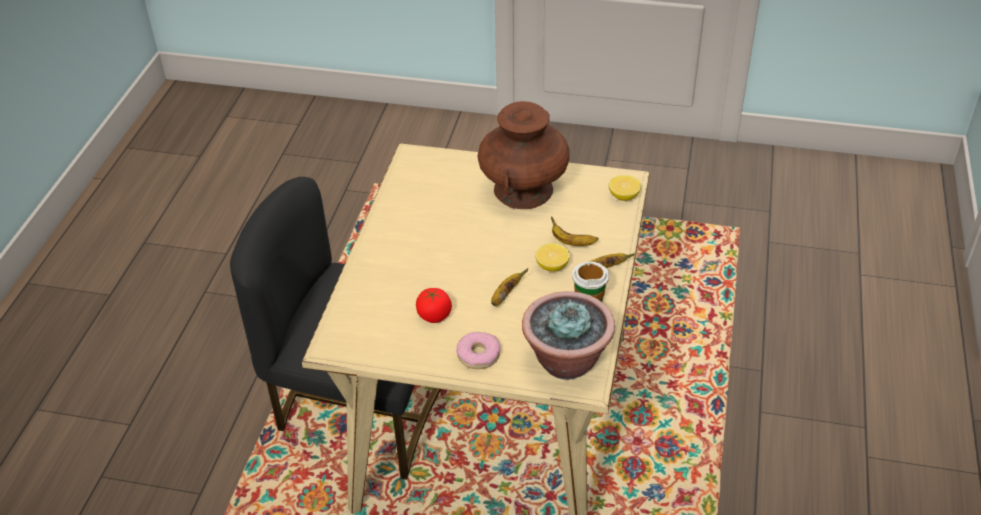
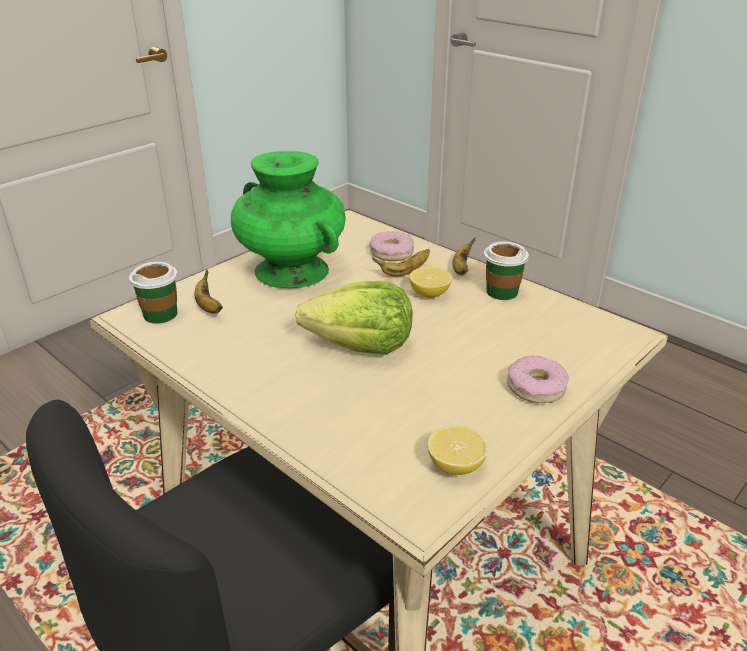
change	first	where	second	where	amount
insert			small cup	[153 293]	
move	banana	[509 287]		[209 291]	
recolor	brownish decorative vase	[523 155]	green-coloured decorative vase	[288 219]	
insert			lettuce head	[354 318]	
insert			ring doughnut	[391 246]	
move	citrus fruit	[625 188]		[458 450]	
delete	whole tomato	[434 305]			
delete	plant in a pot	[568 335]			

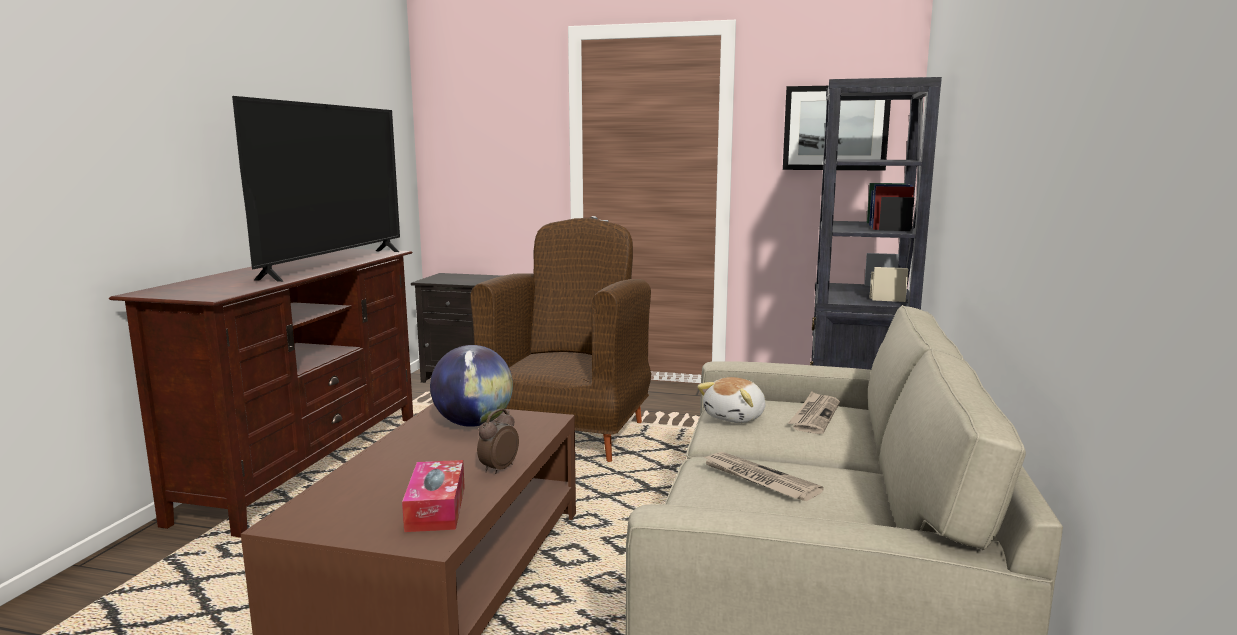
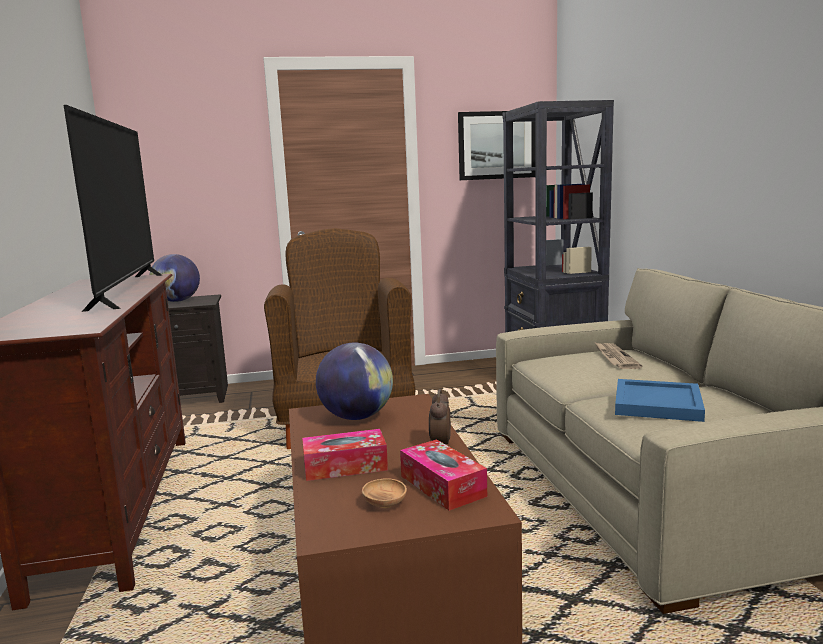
change	first	where	second	where	amount
insert			desk globe	[174 278]	
insert			tissue holder	[345 455]	
insert			brownish bowl	[384 493]	
replace	newspaper	[763 476]	blue tray	[660 400]	
delete	soft toy	[731 400]			

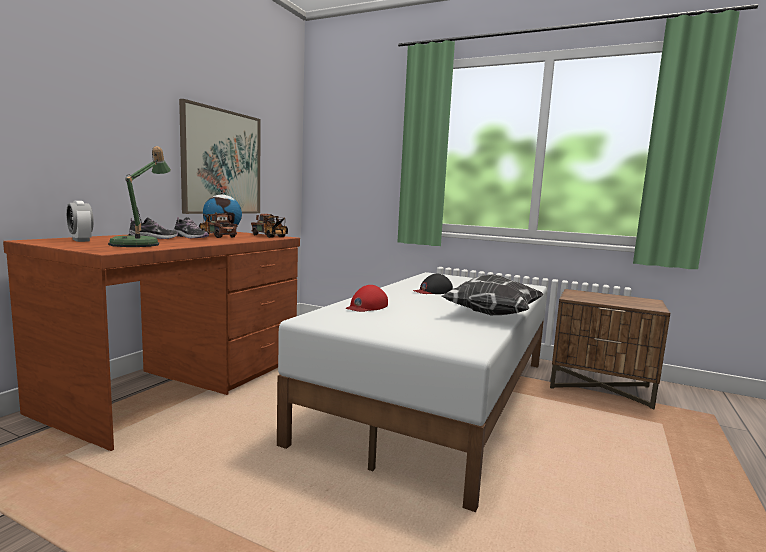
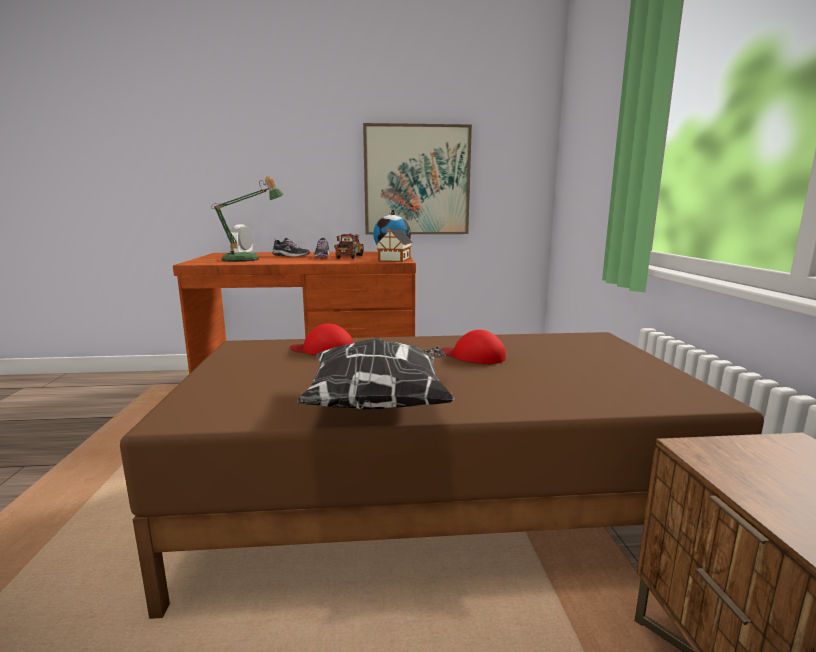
change	first	where	second	where	amount
recolor	white-coloured bedroom bed	[412 392]	brownish bedroom bed	[442 475]	
replace	model truck	[269 226]	toy house	[394 244]	
recolor	blackish baseball cap	[433 284]	reddish baseball cap	[473 347]	

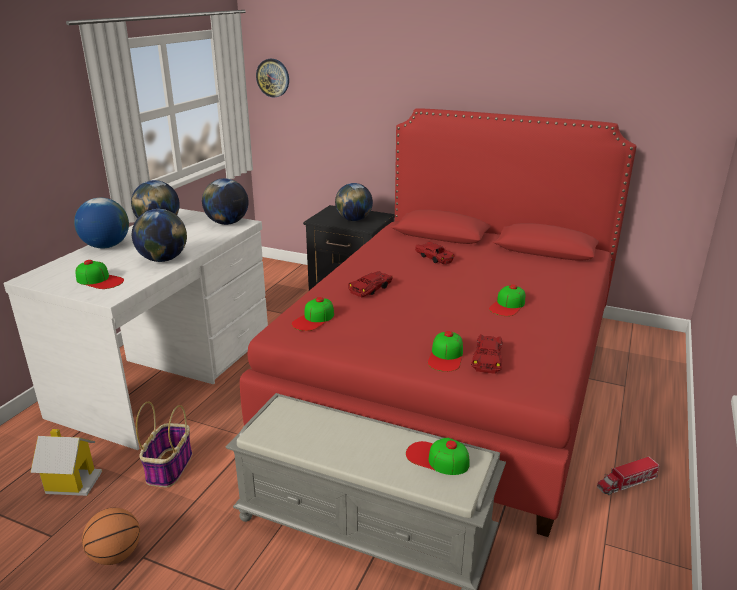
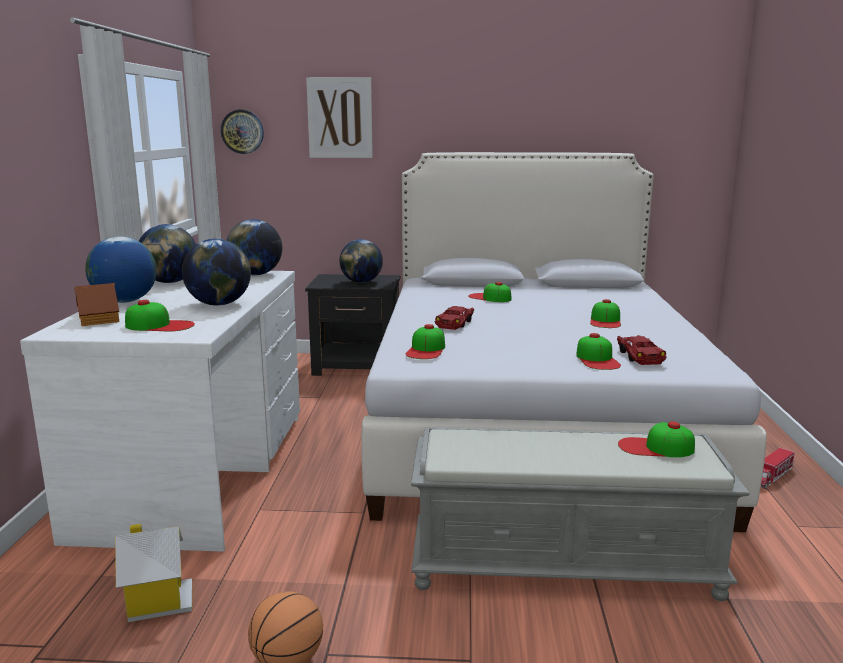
change	first	where	second	where	amount
insert			toy house	[96 304]	
insert			picture	[339 117]	
recolor	reddish bedroom bed	[438 322]	white-coloured bedroom bed	[564 342]	
replace	reddish model car	[435 252]	baseball cap	[490 292]	
delete	household basket	[164 444]			

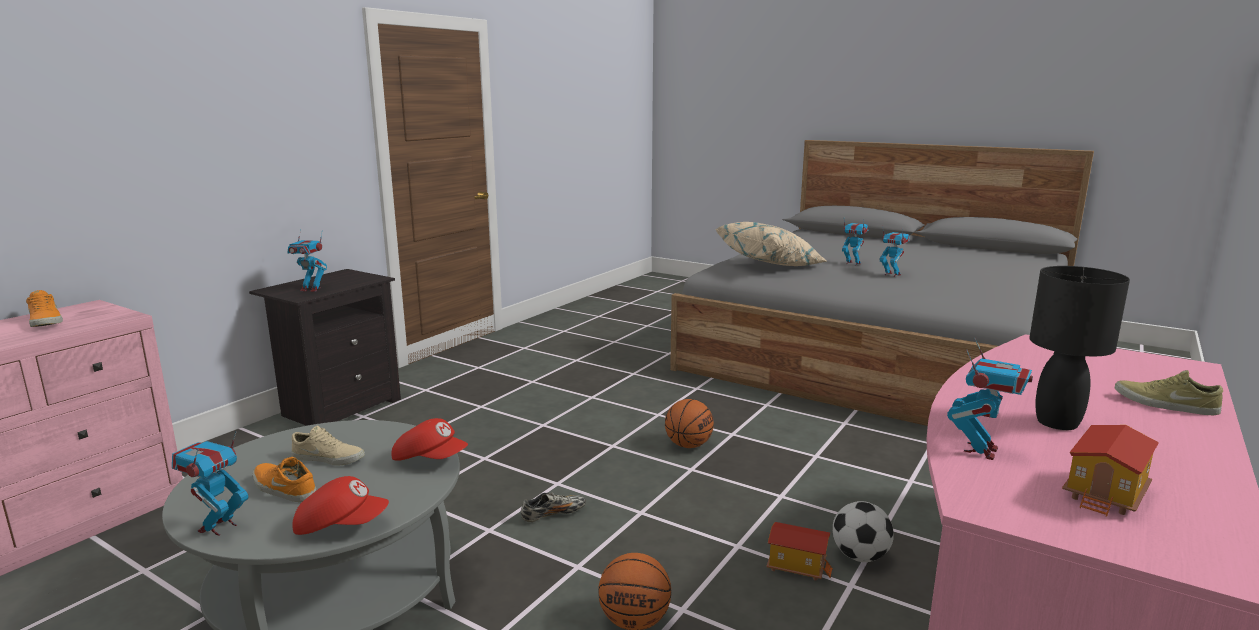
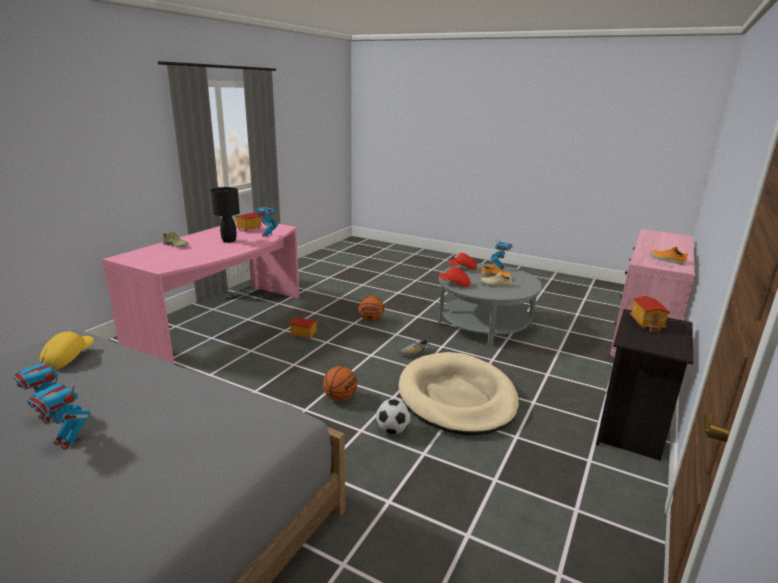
change	first	where	second	where	amount
insert			yellow-coloured baseball cap	[67 350]	
move	football ball	[863 531]		[393 416]	
insert			sand-coloured dog cushion	[459 393]	
replace	model robot	[307 260]	toy house	[650 313]	
delete	sand-coloured pillow	[772 244]			

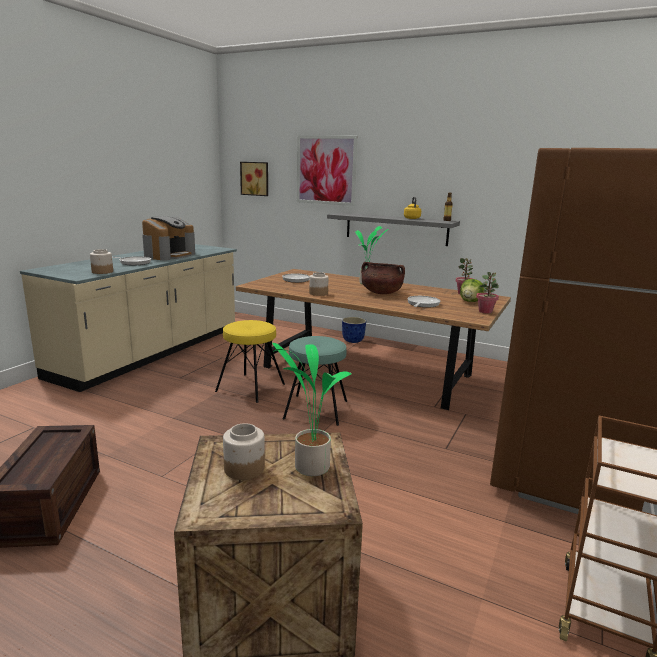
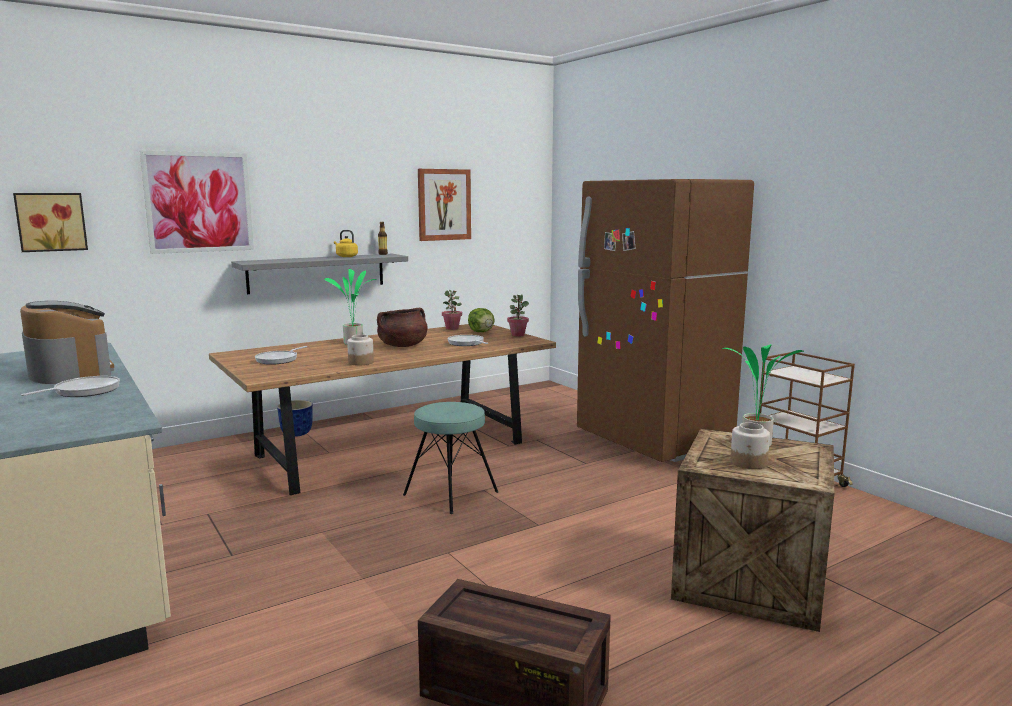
change	first	where	second	where	amount
insert			picture	[444 205]	
delete	jar	[101 261]			
delete	yellow-coloured sitting stool	[250 361]			

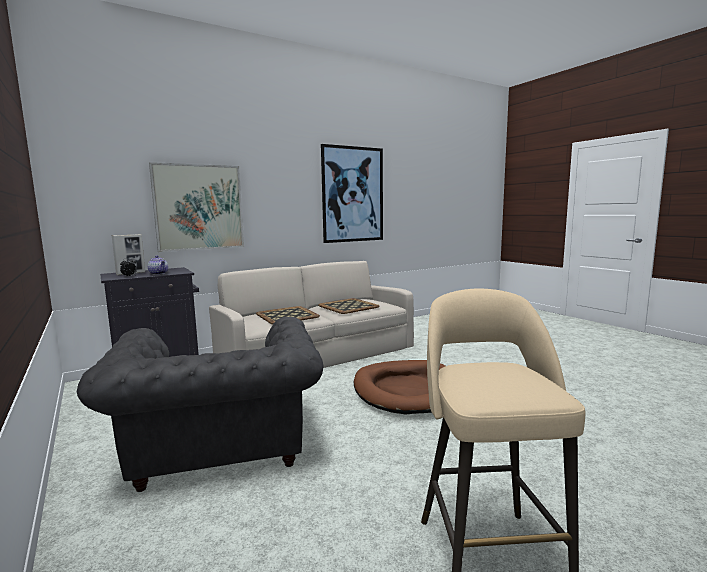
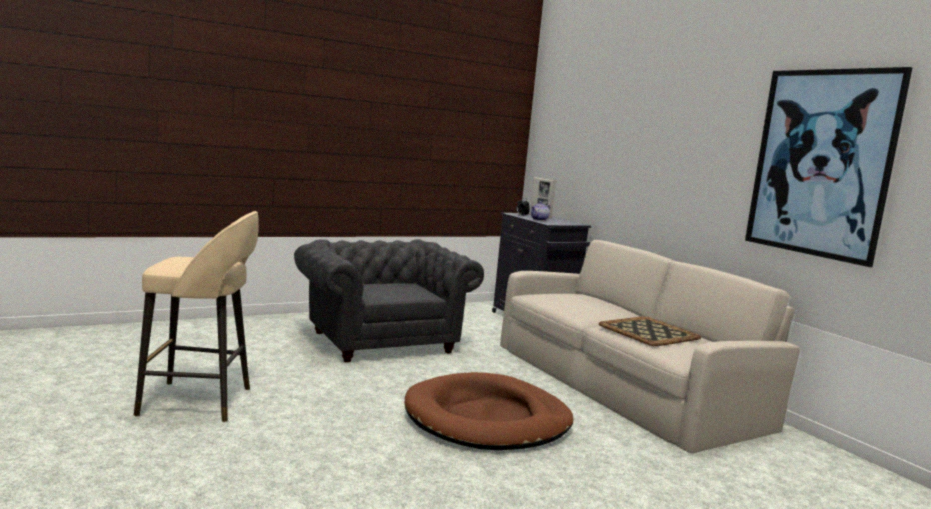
change	first	where	second	where	amount
rotate	grey armchair	[200 404]		[389 300]	75 degrees clockwise
delete	picture	[196 207]			
delete	tray	[288 315]			

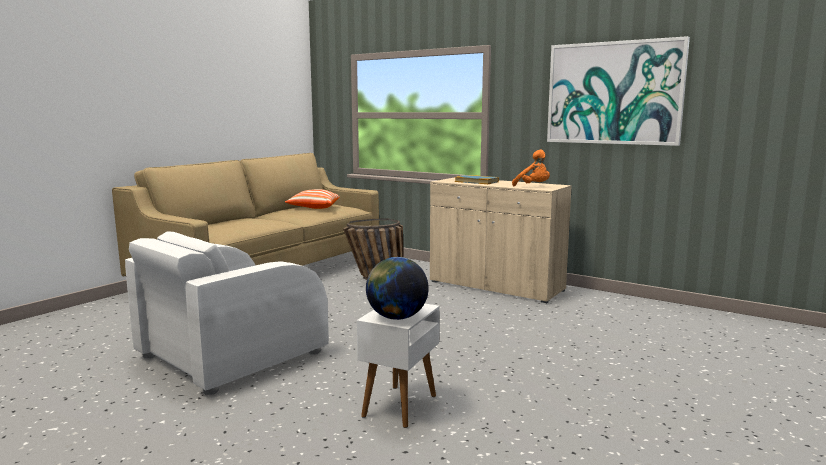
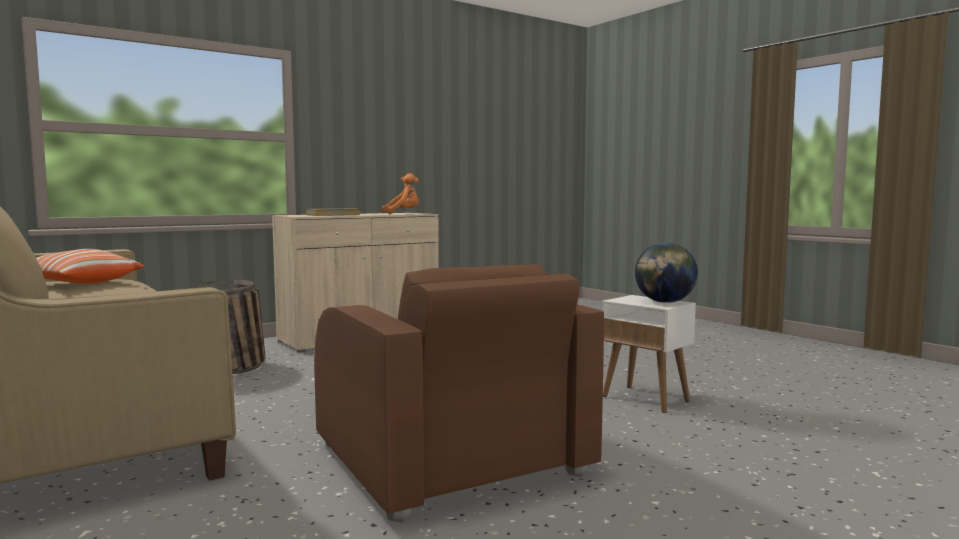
change	first	where	second	where	amount
recolor	white-coloured armchair	[227 313]	brownish armchair	[459 393]	
delete	picture	[618 91]			

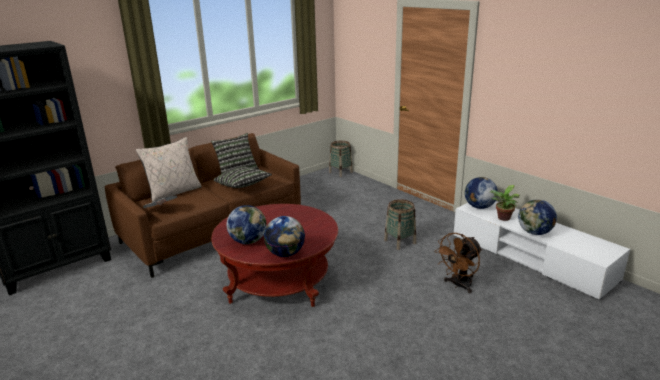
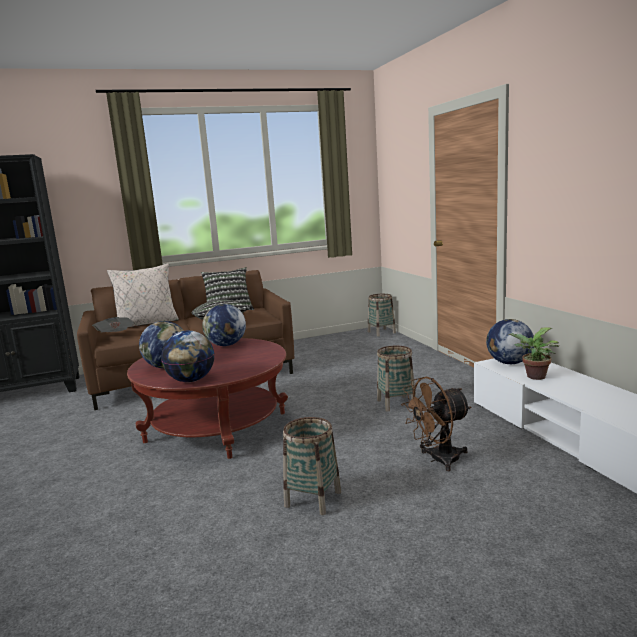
change	first	where	second	where	amount
move	desk globe	[537 217]		[224 325]	
insert			household basket	[312 466]	

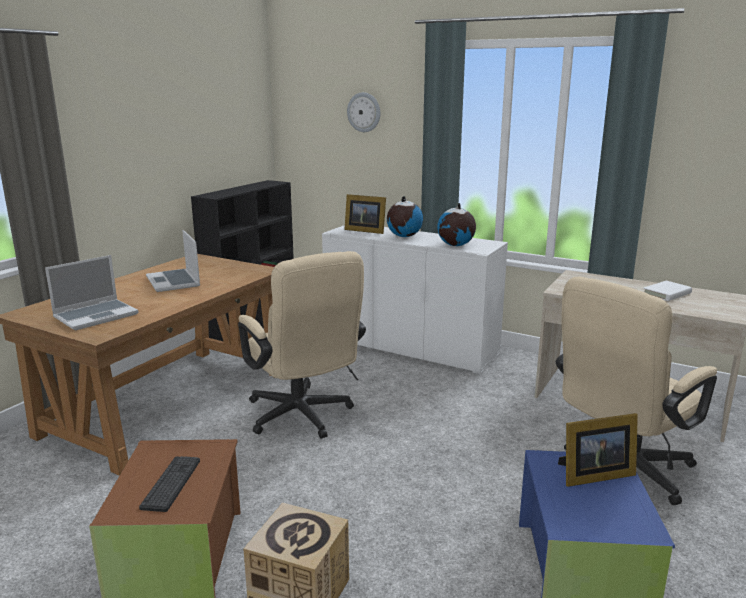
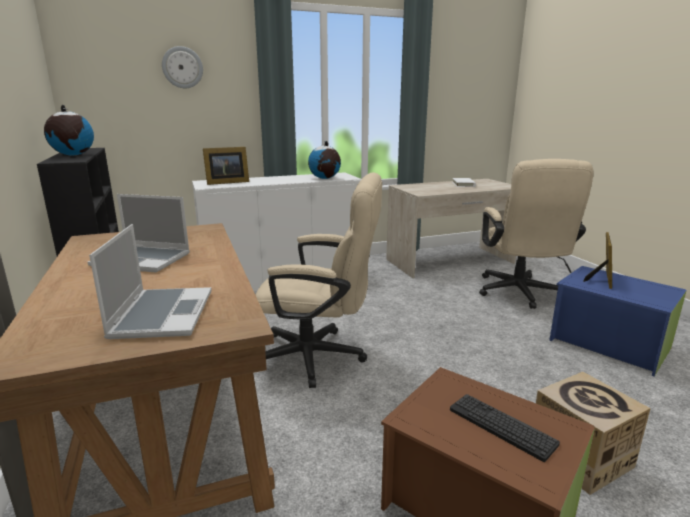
change	first	where	second	where	amount
move	desk globe	[405 216]		[69 130]	

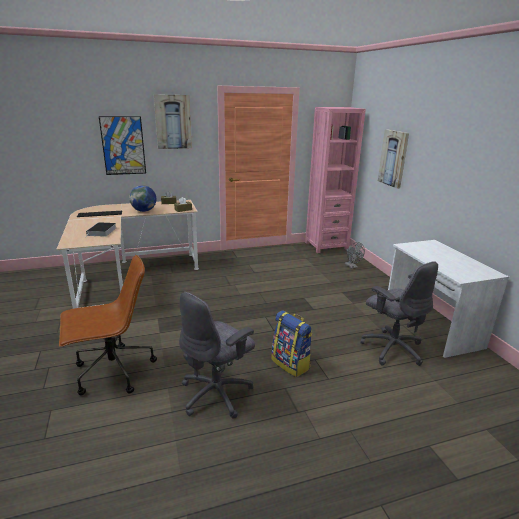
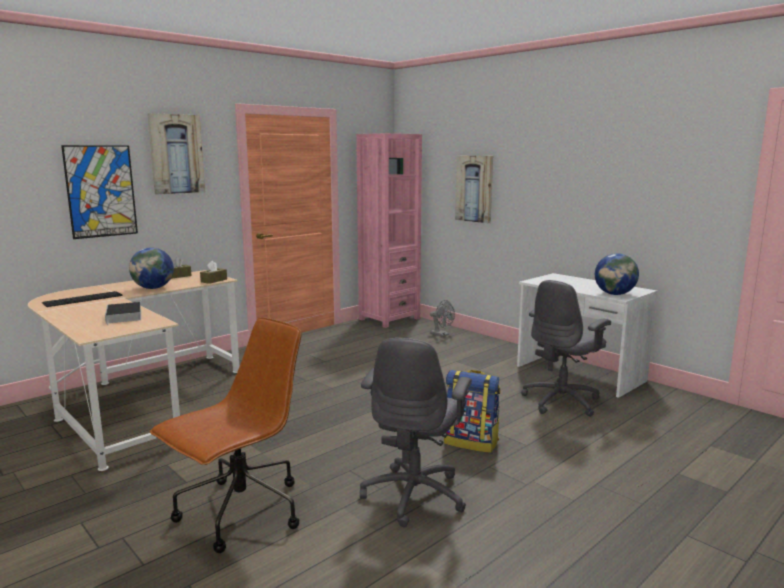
change	first	where	second	where	amount
rotate	grey computer chair	[399 313]		[566 348]	105 degrees clockwise
insert			desk globe	[617 274]	

